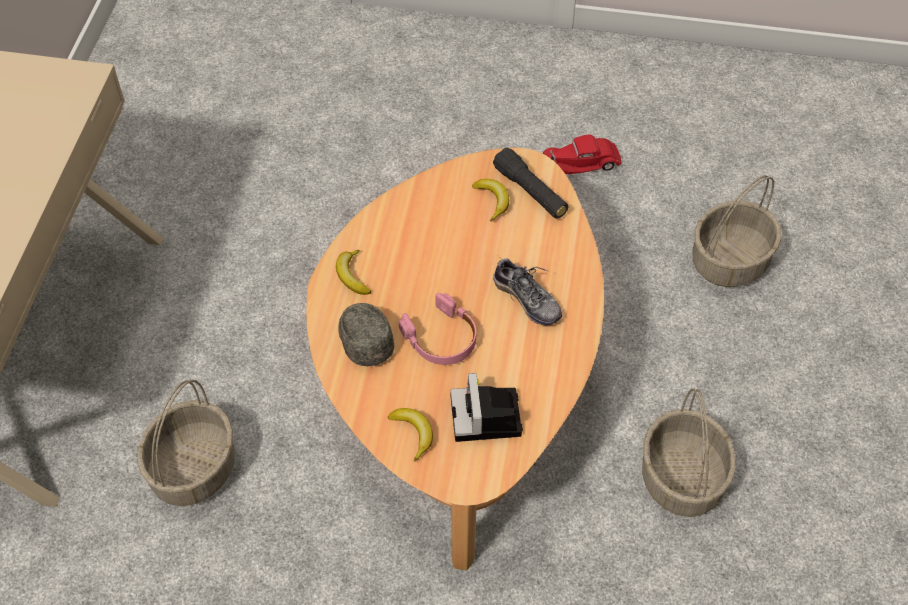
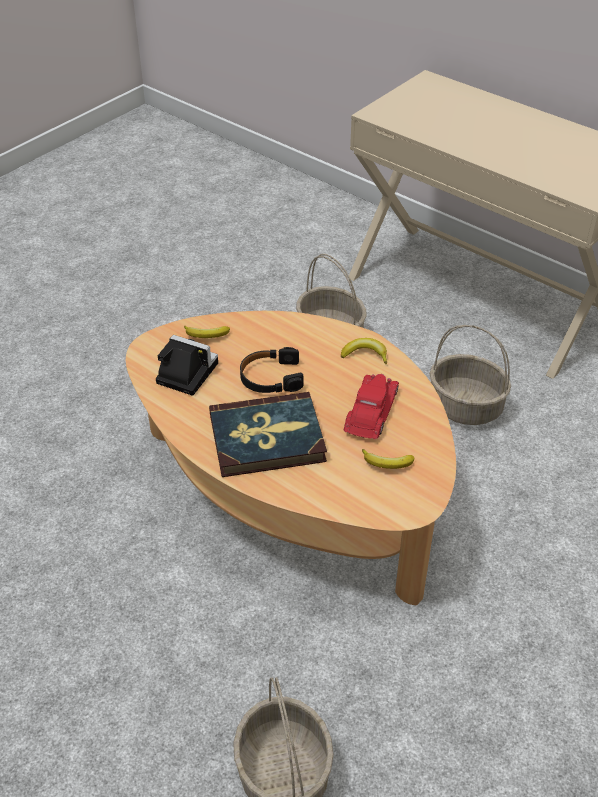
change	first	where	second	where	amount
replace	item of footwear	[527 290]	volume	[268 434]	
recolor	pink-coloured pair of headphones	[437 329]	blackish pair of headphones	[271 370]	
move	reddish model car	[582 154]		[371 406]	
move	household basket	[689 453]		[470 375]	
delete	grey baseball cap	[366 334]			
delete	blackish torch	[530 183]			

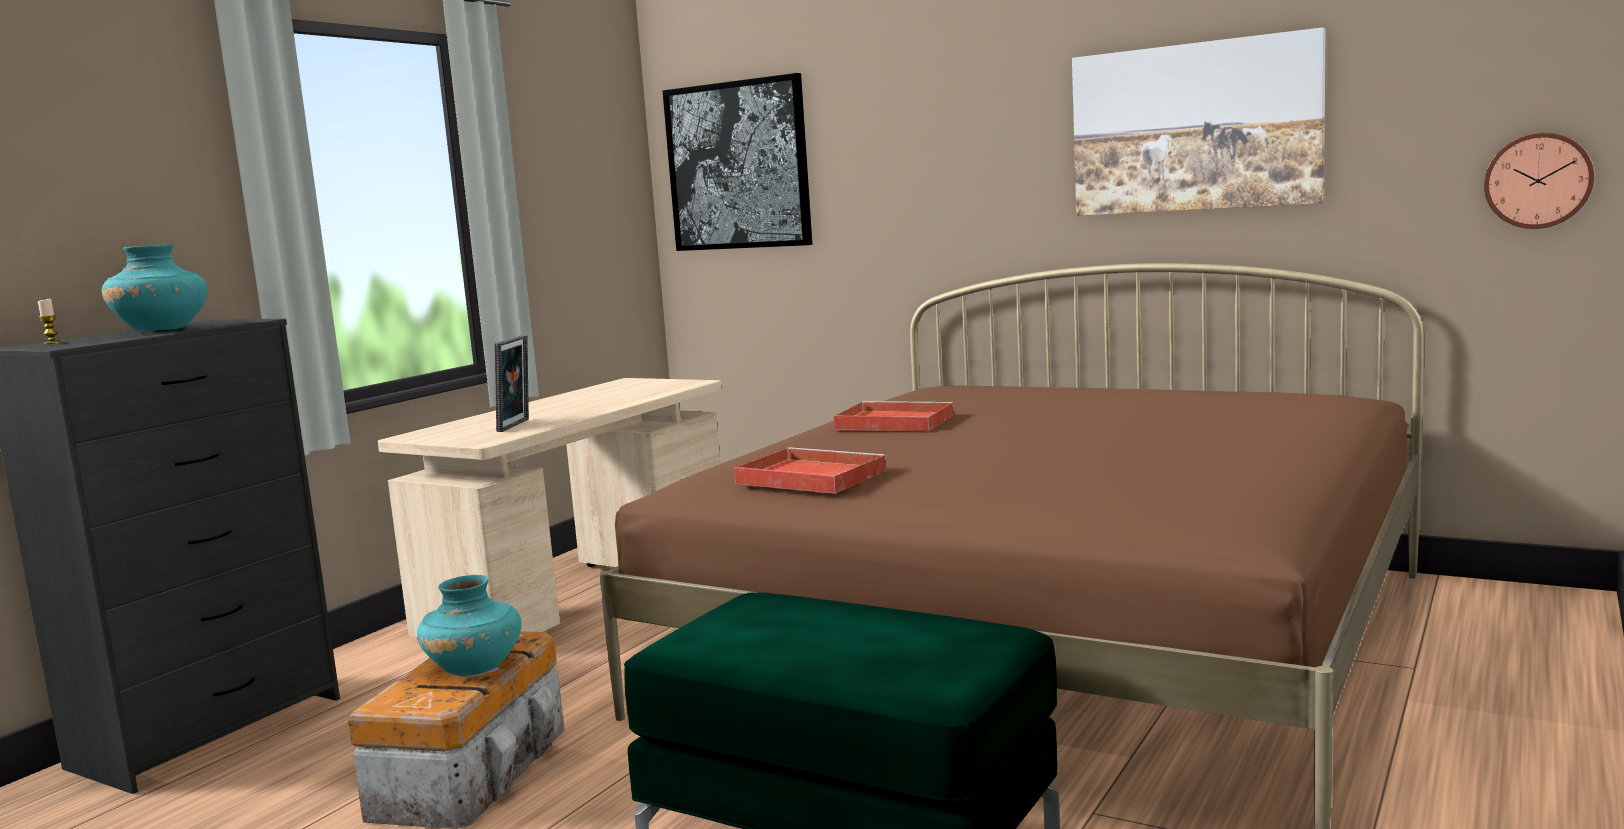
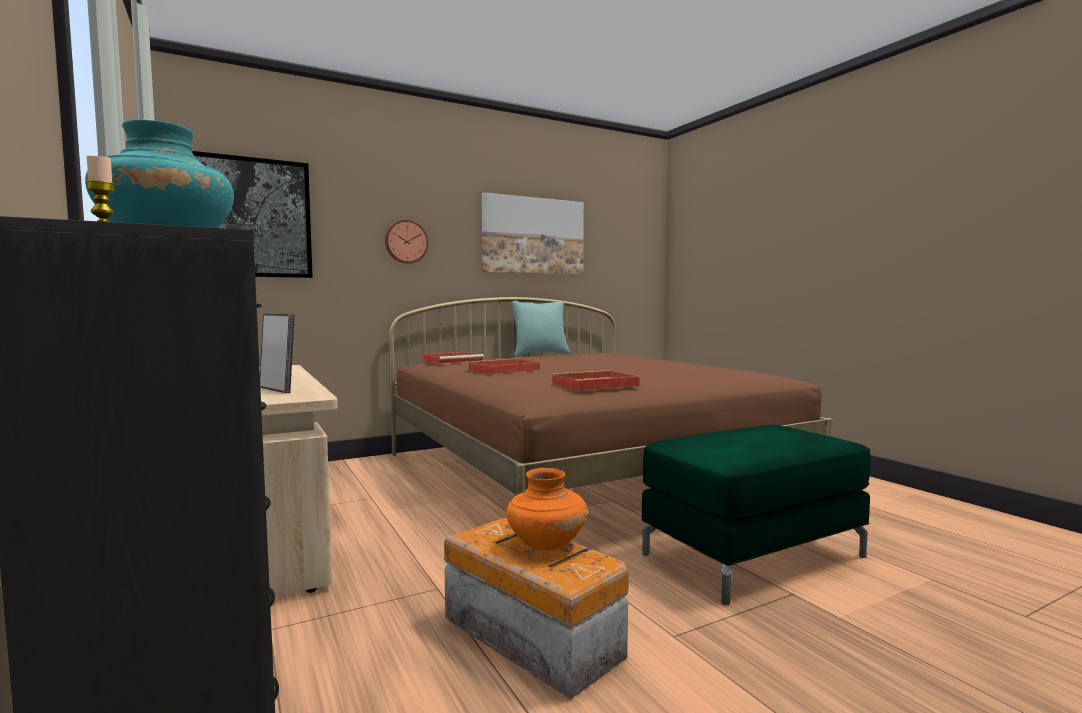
change	first	where	second	where	amount
move	clock on the wall	[1539 181]		[406 242]	
insert			reddish tray	[453 358]	
recolor	blue-green decorative vase	[469 625]	orange-coloured decorative vase	[546 509]	
insert			blue-green pillow	[540 328]	

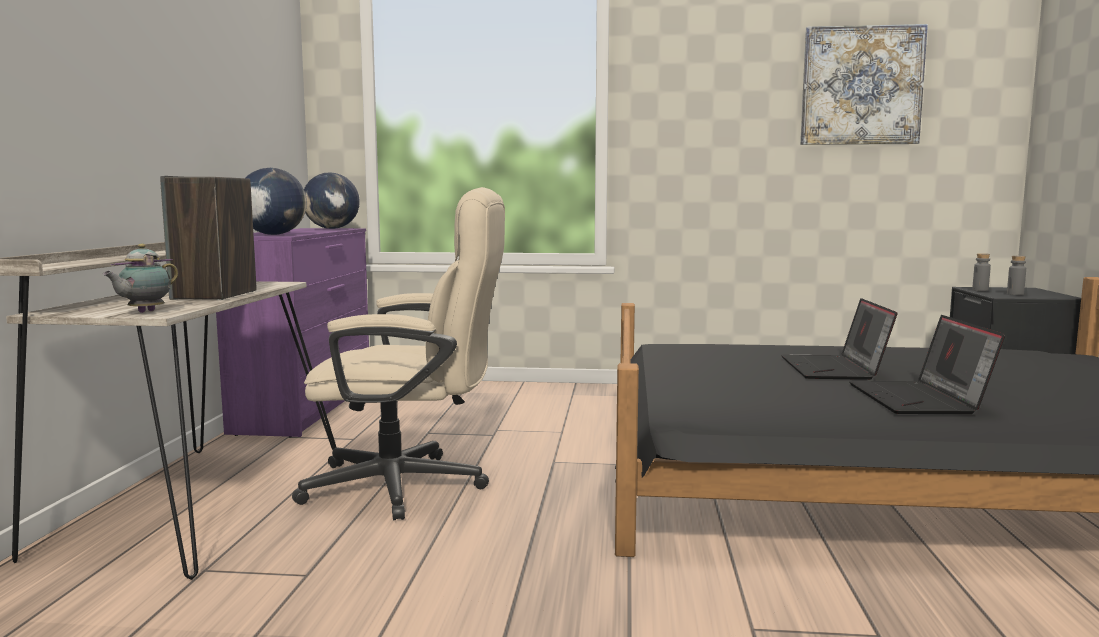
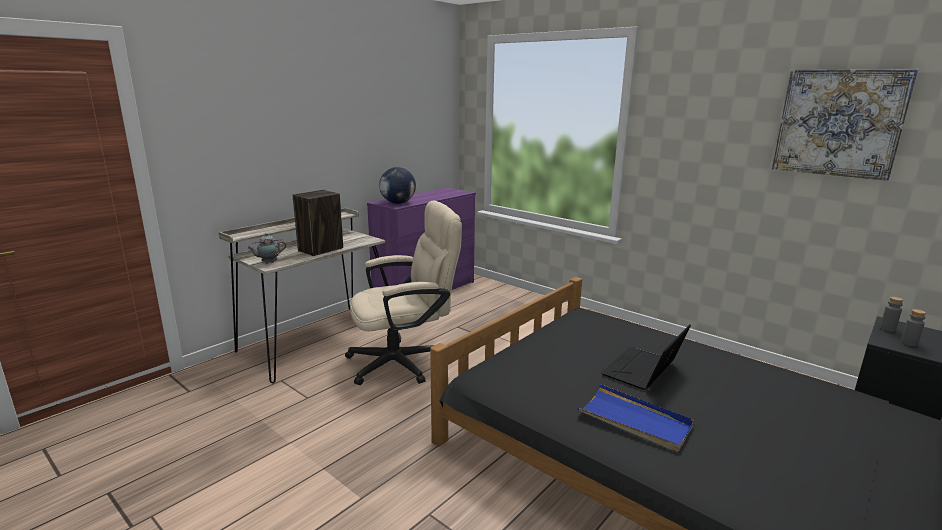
change	first	where	second	where	amount
rotate	sand-coloured computer chair	[398 353]		[403 292]	60 degrees counterclockwise
replace	notebook computer	[927 364]	blue tray	[636 418]	
delete	desk globe	[332 200]			

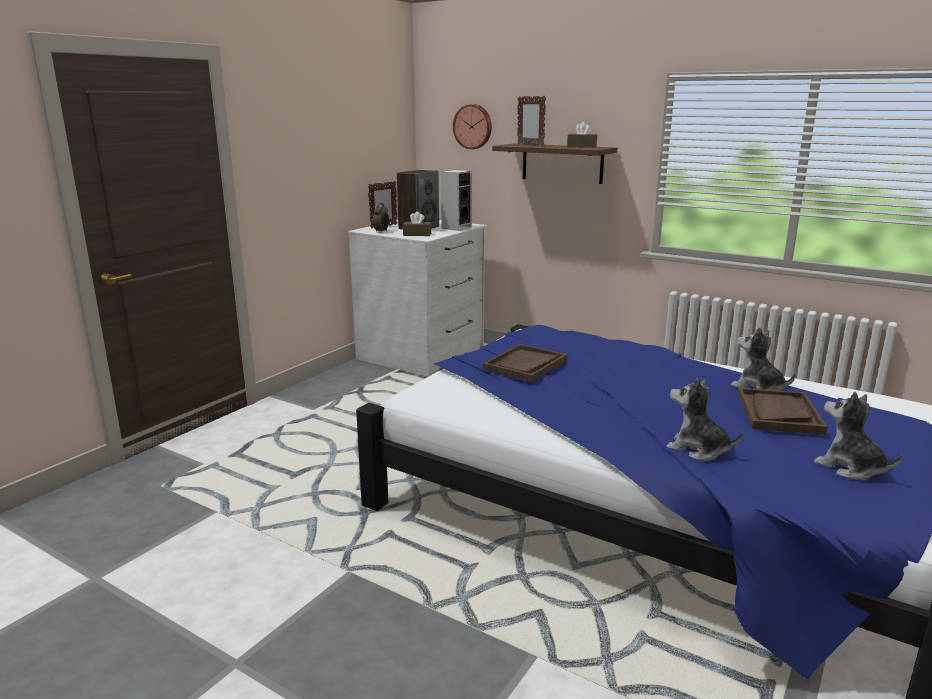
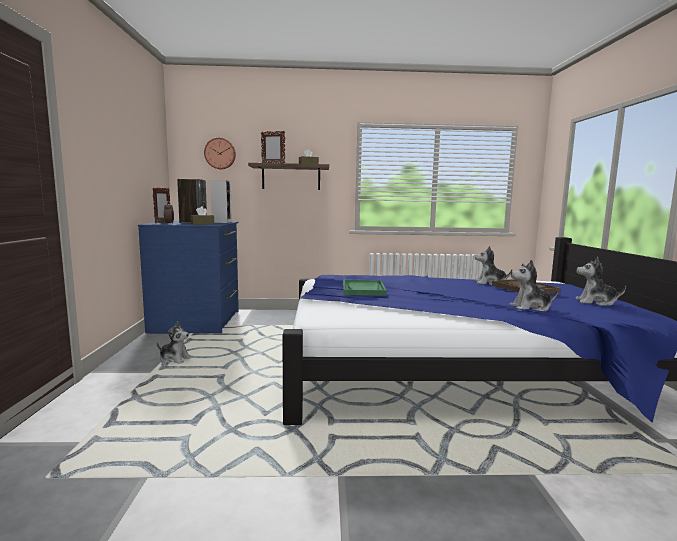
change	first	where	second	where	amount
recolor	white-coloured drawer chest	[417 298]	blue drawer chest	[188 277]	
insert			soft toy	[174 342]	
recolor	brownish tray	[525 363]	green-coloured tray	[365 287]	

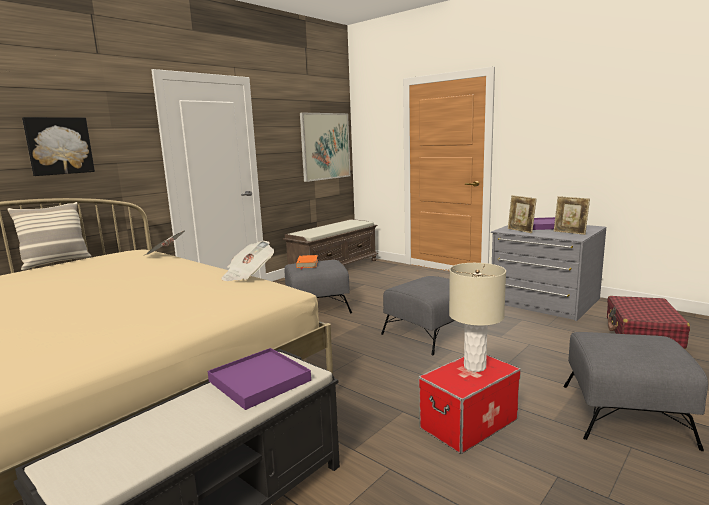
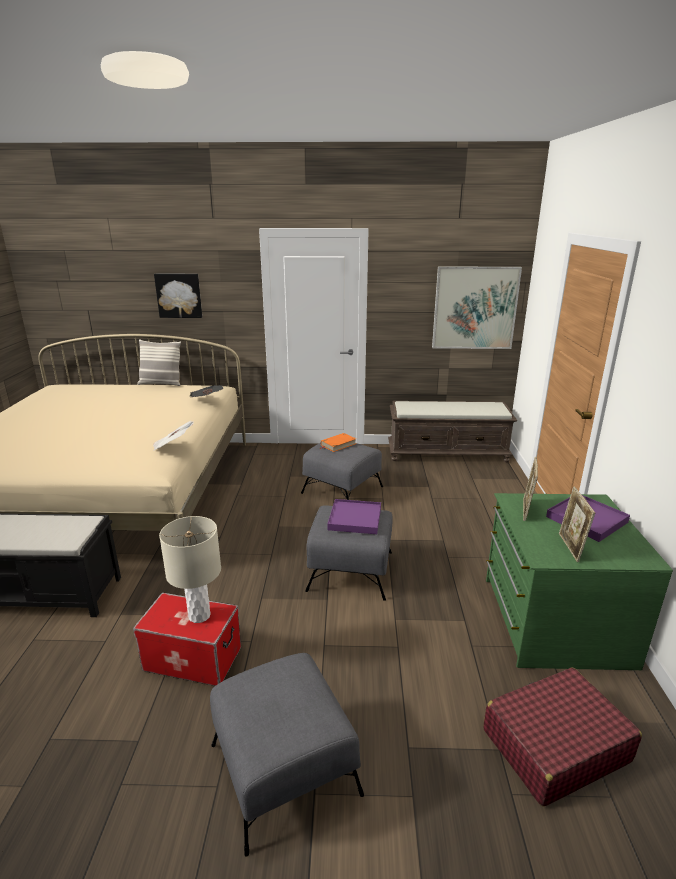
change	first	where	second	where	amount
move	purple-coloured tray	[259 379]		[354 516]	
recolor	grey drawer chest	[549 273]	green-coloured drawer chest	[579 581]	

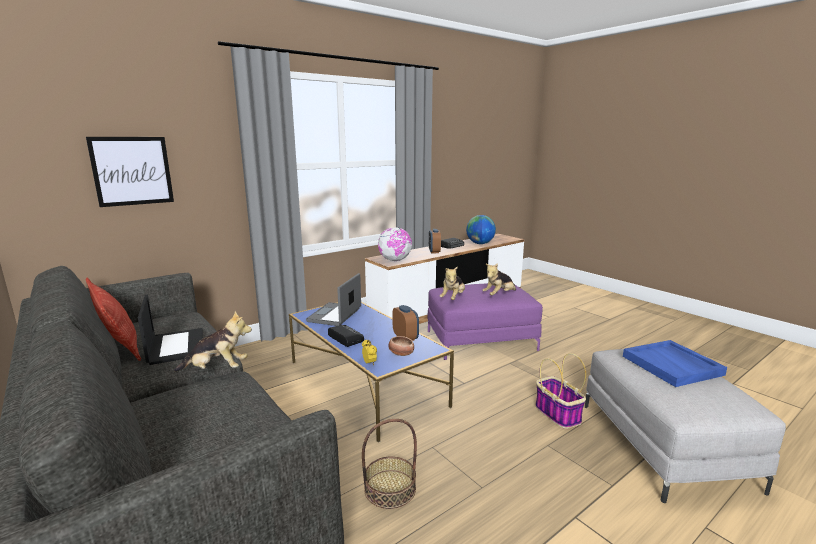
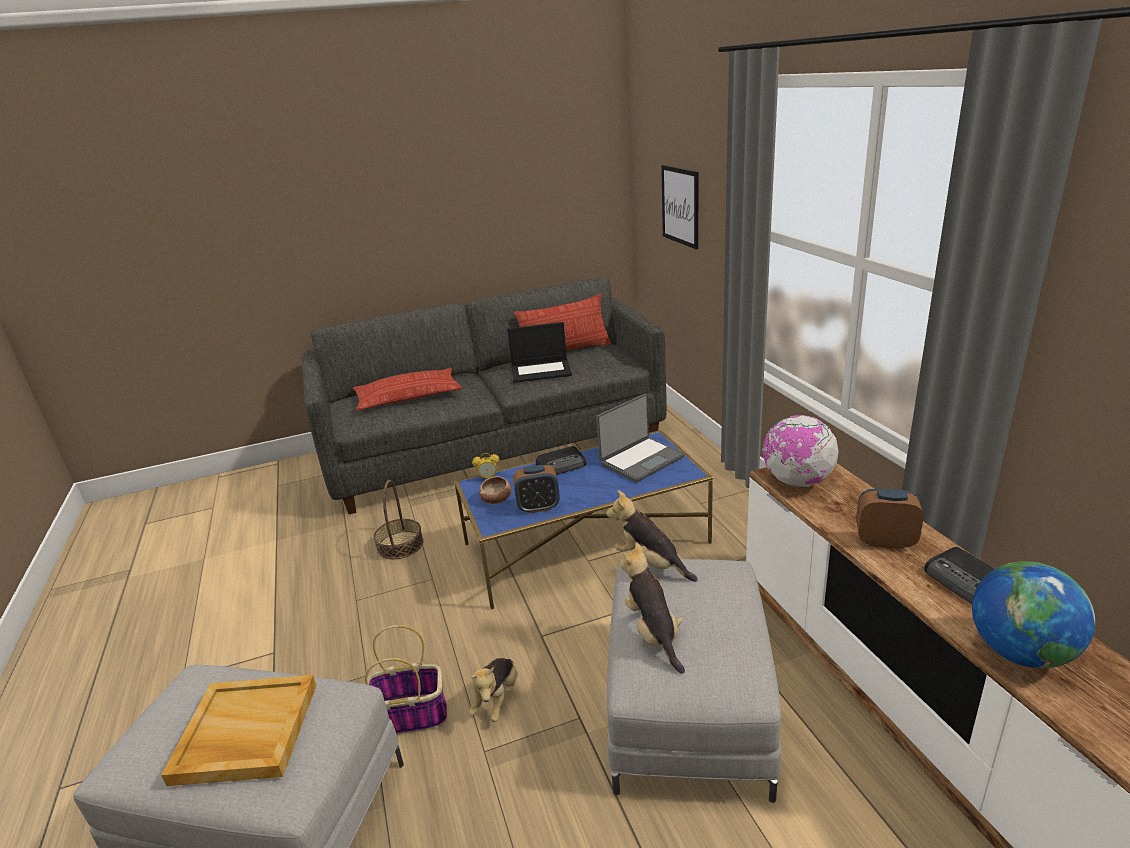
change	first	where	second	where	amount
recolor	blue tray	[675 363]	sand-coloured tray	[238 730]	
insert			pillow	[408 389]	
move	soft toy	[213 341]		[493 690]	
rotate	notebook computer	[333 299]		[640 438]	105 degrees clockwise
recolor	purple-coloured pouffe	[485 321]	grey pouffe	[694 681]	

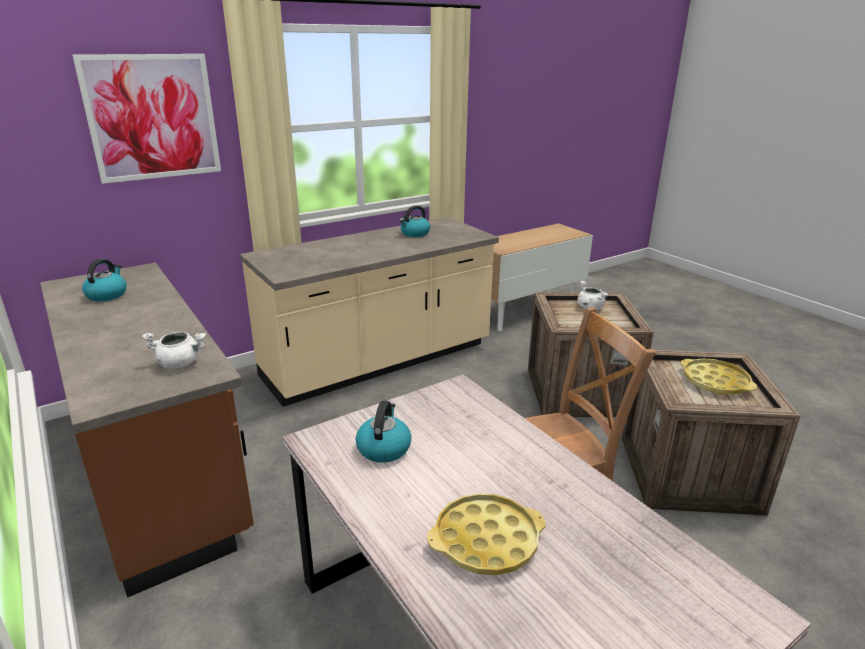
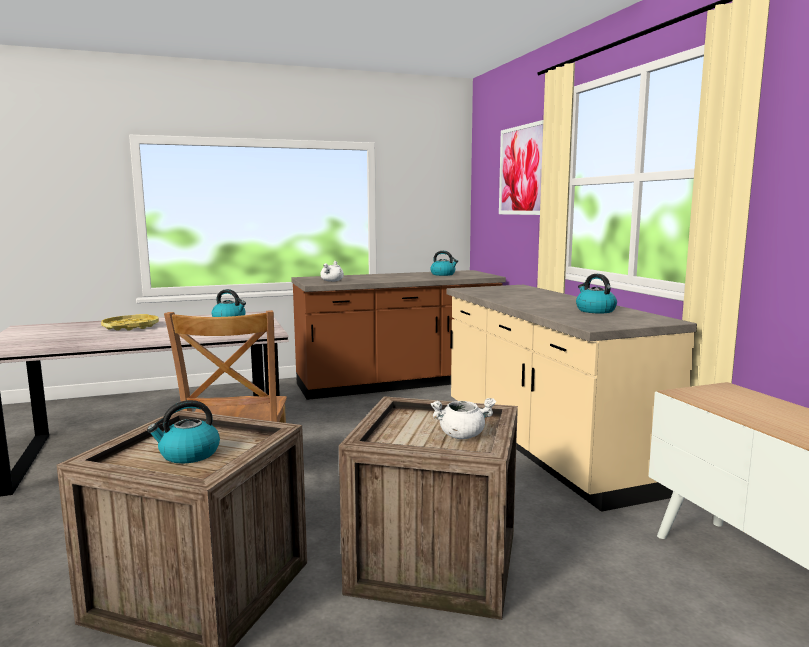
change	first	where	second	where	amount
replace	yellow-coloured tray	[718 376]	water kettle	[183 432]	

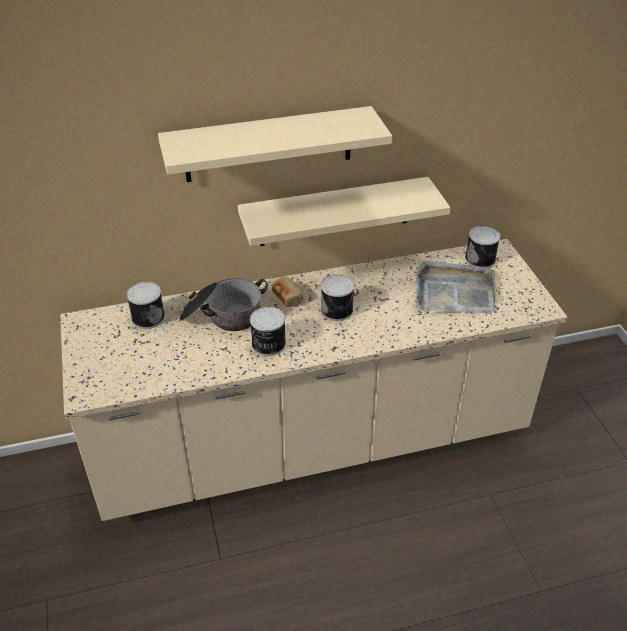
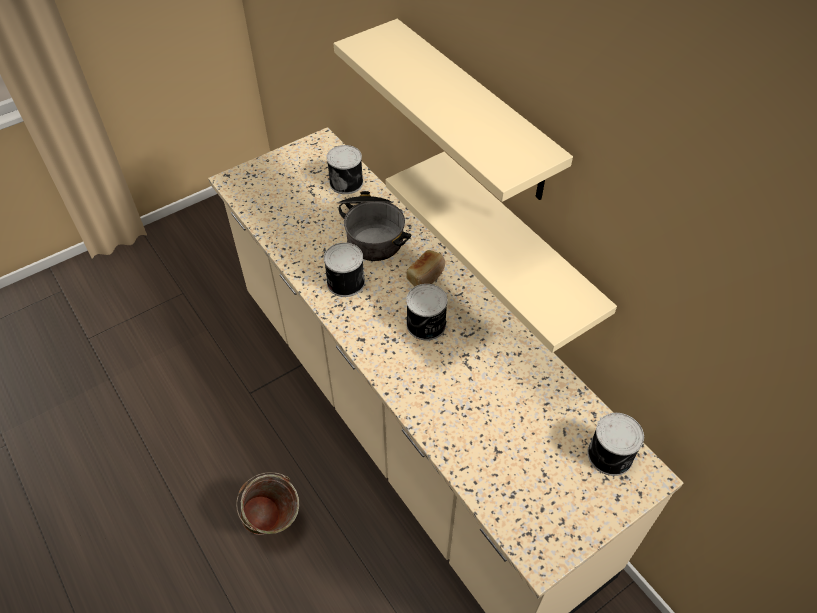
change	first	where	second	where	amount
insert			green-coloured water bucket	[267 503]	
delete	grey tray	[455 287]			

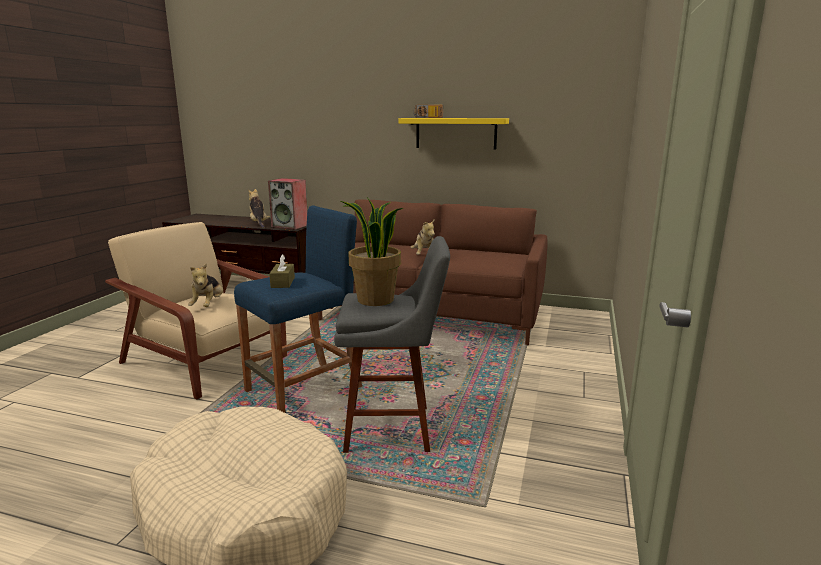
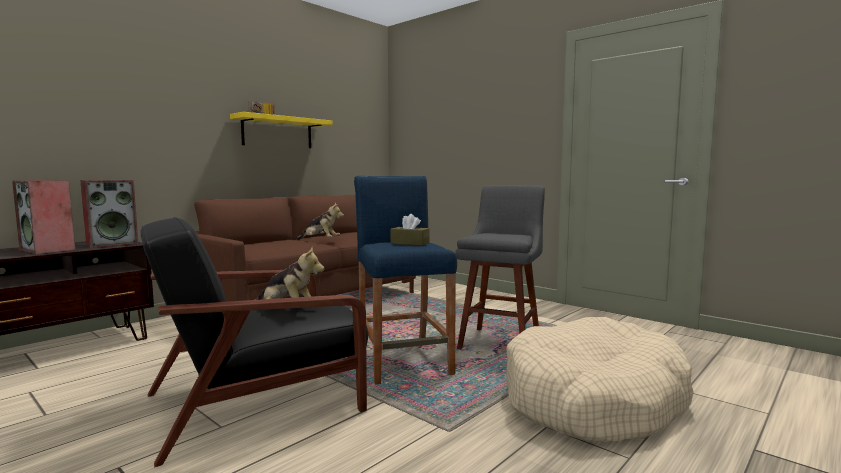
change	first	where	second	where	amount
replace	soft toy	[259 208]	loudspeaker	[43 217]	
recolor	sand-coloured armchair	[196 310]	blackish armchair	[254 342]	
delete	plant in a pot	[372 251]			

